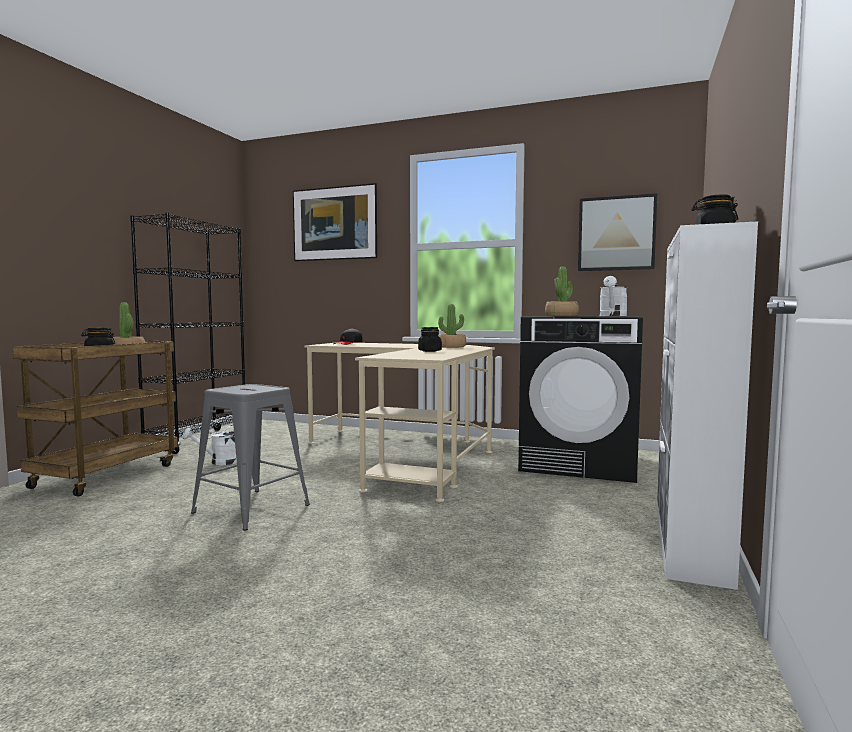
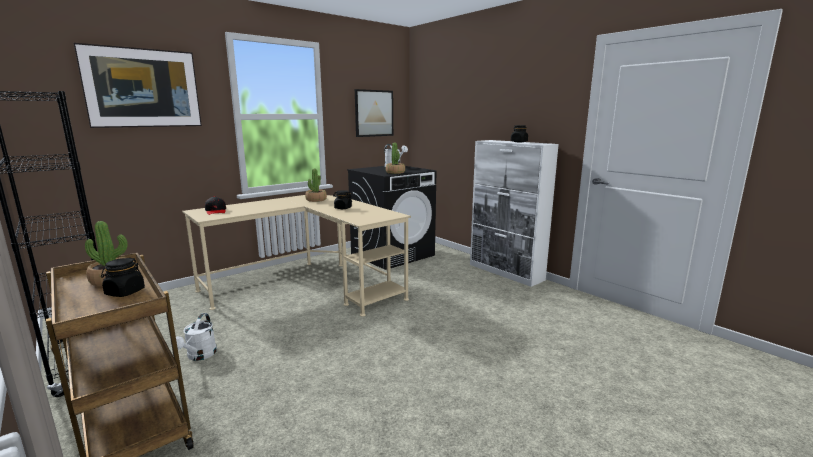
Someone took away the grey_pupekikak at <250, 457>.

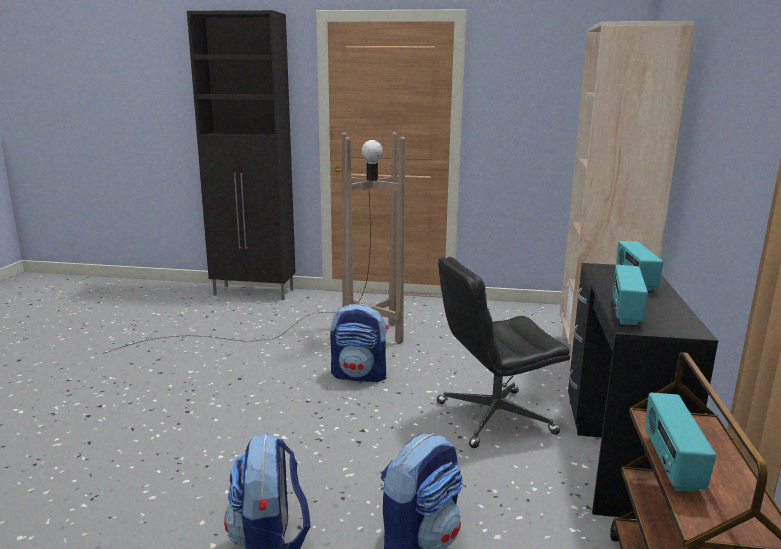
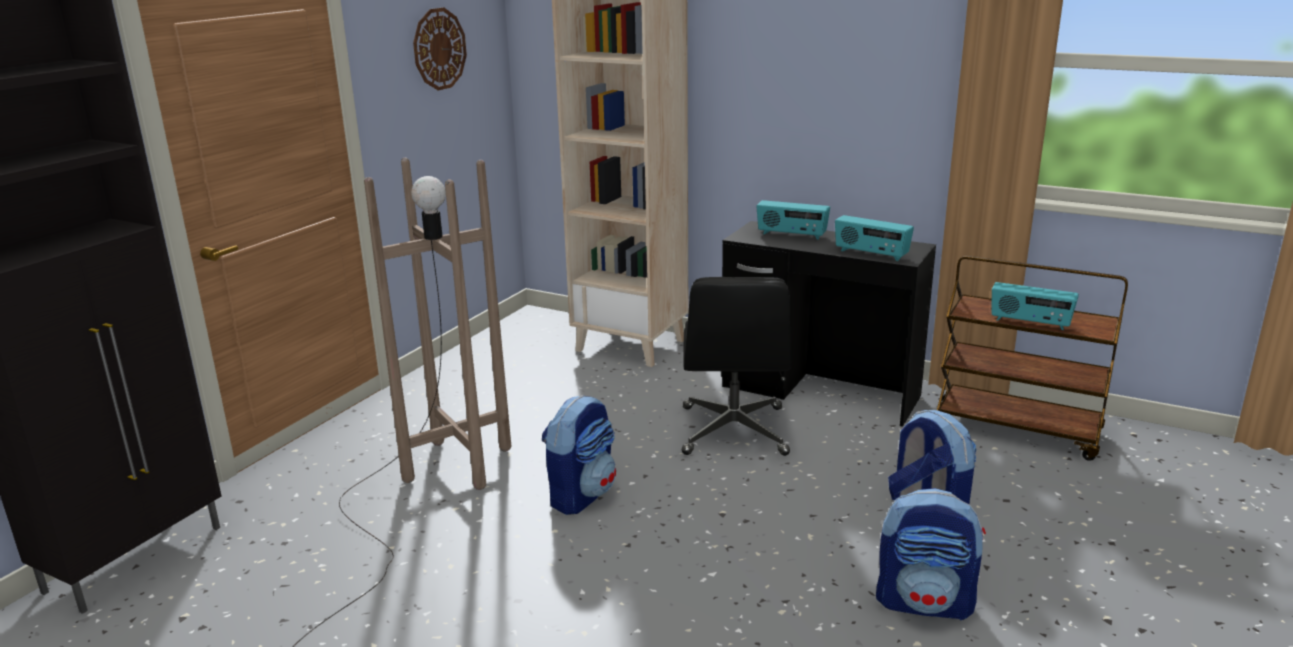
Someone put up the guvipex at <440, 48>.

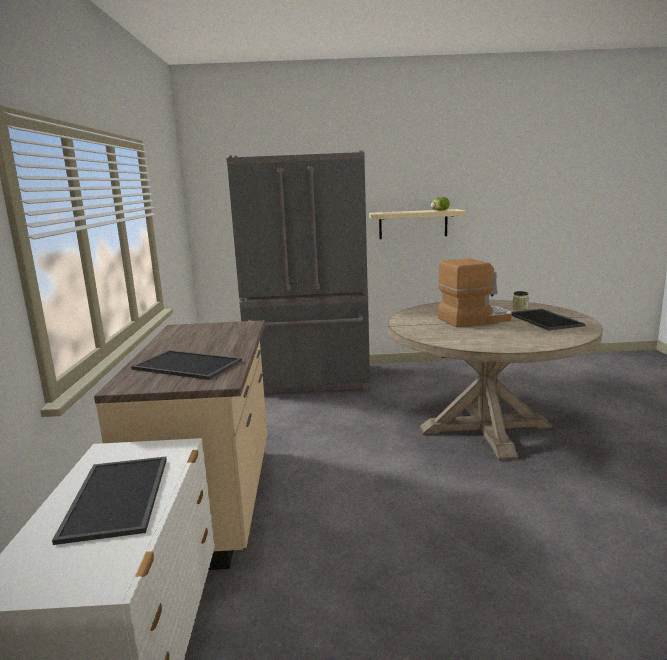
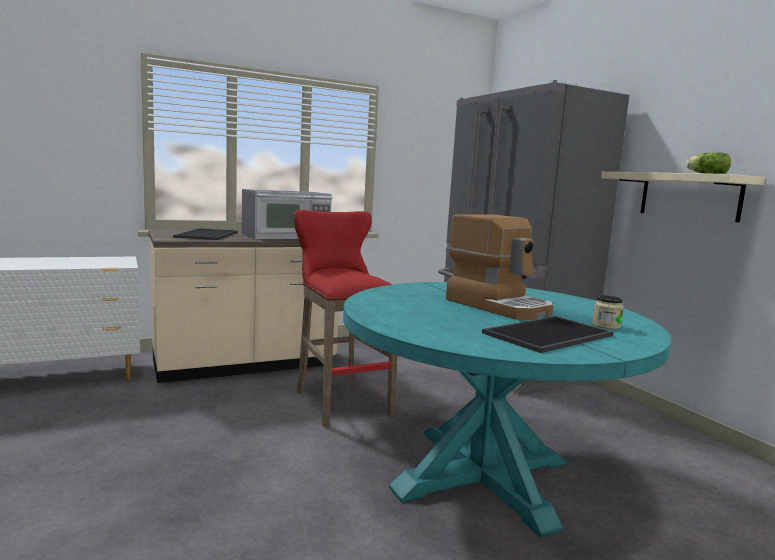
Someone repainted the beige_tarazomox at <495, 380>, which became the turquoise_tarazomox at <507, 410>.
Someone took away the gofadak at <109, 500>.
Someone put down the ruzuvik at <287, 214>.
Someone put down the red_pupekikak at <345, 319>.

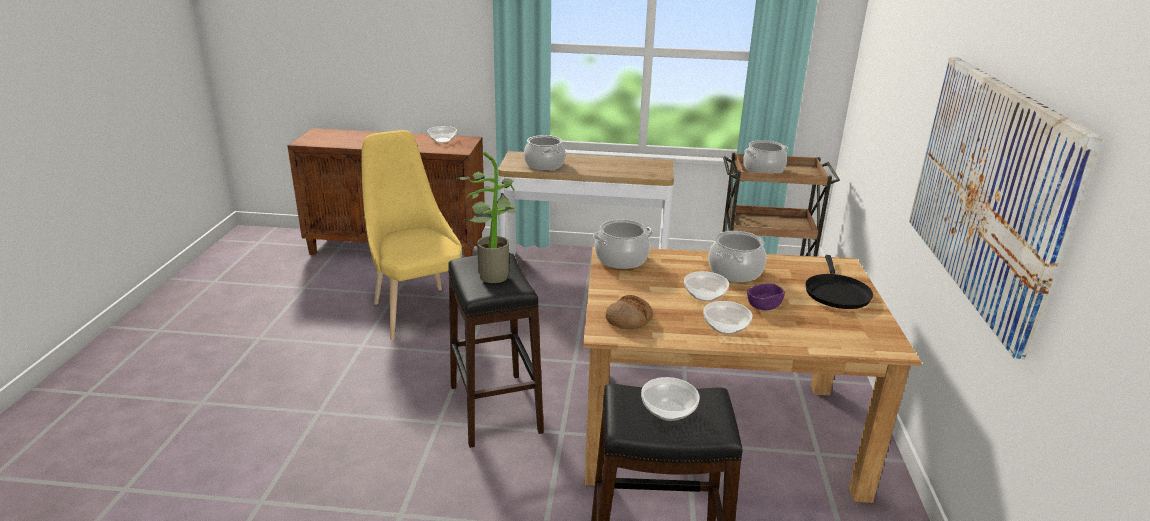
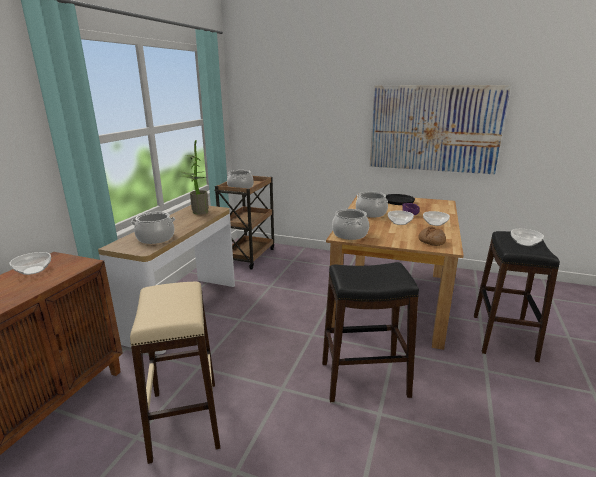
Someone swapped the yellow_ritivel at <411, 235> for the beige_pupekikak at <175, 373>.
Someone carried the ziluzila from <487, 217> to <194, 177>.

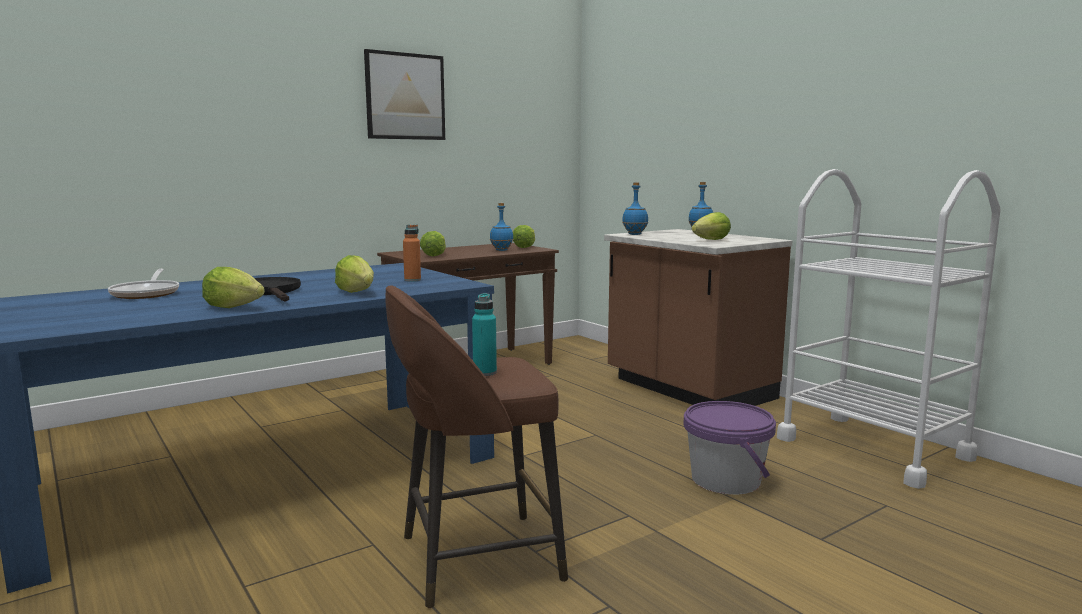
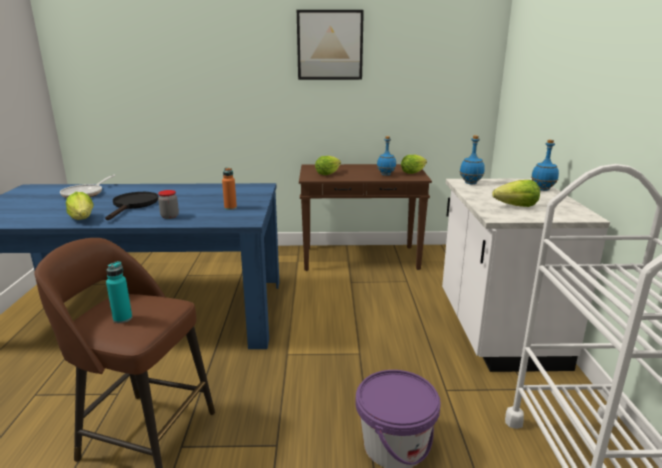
Someone repainted the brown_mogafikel at <698, 317>, which became the white_mogafikel at <526, 275>.
Someone swapped the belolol at <354, 274> for the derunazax at <168, 204>.

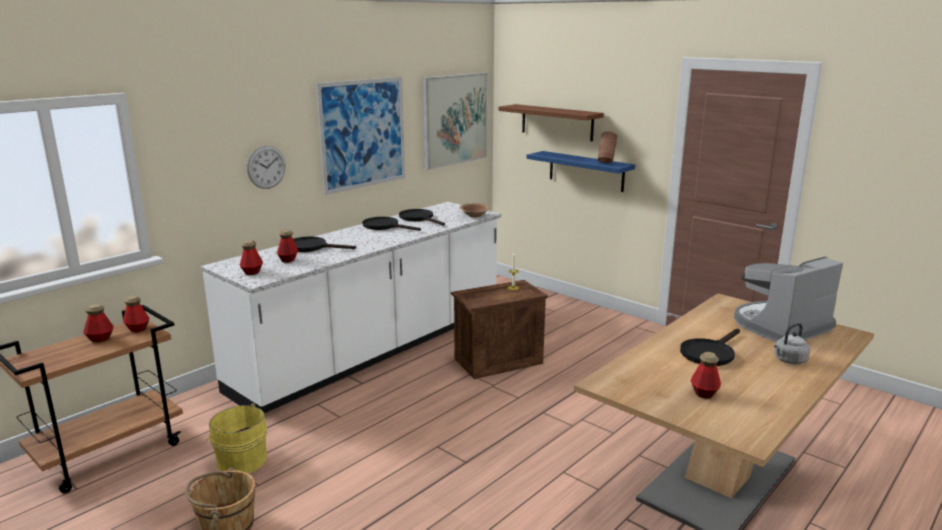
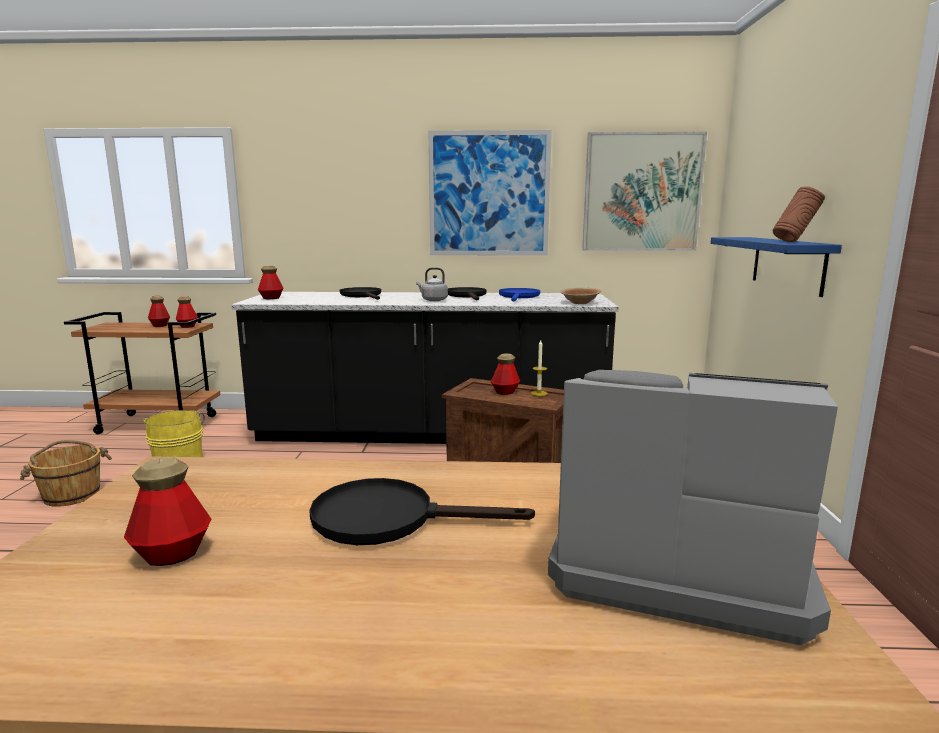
Someone took away the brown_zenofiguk at <551, 122>.
Someone took away the guvipex at <266, 167>.
Someone repainted the white_mogafikel at <351, 307>, which became the black_mogafikel at <425, 368>.
Someone repainted the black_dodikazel at <422, 217>, which became the blue_dodikazel at <519, 295>.
Someone carried the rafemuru from <287, 246> to <505, 374>.
Someone carried the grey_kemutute from <792, 343> to <432, 284>.

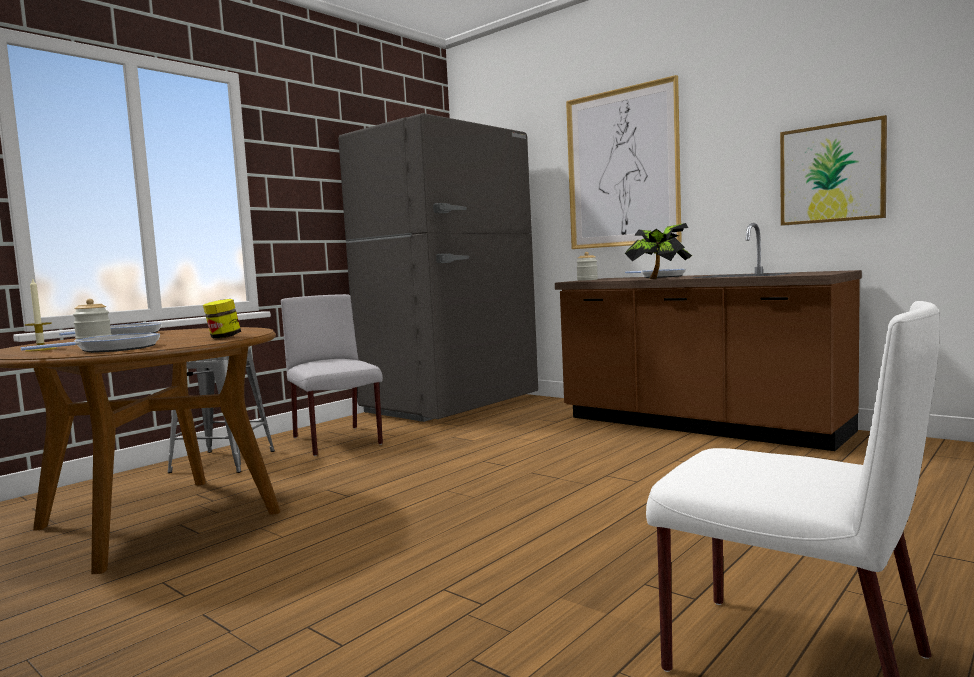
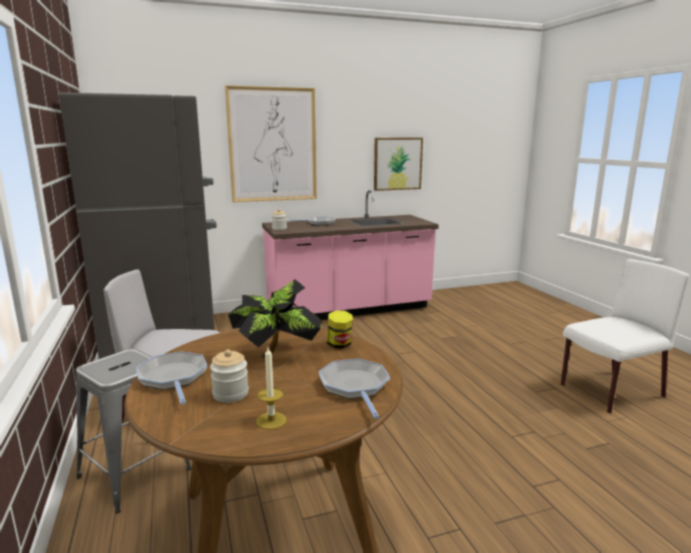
Someone repainted the brown_mogafikel at <708, 337>, which became the pink_mogafikel at <350, 255>.
Someone carried the ziluzila from <658, 251> to <274, 318>.

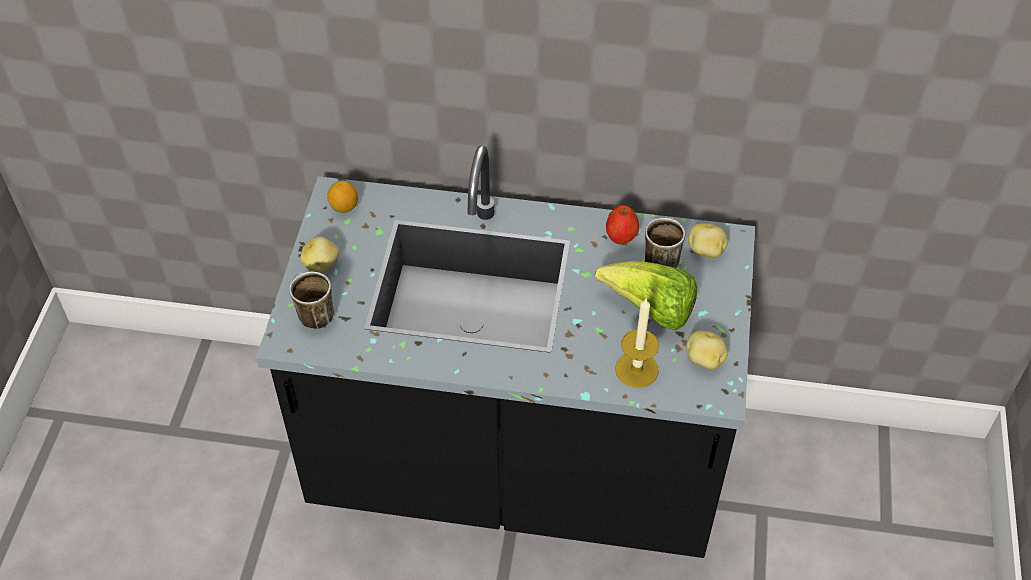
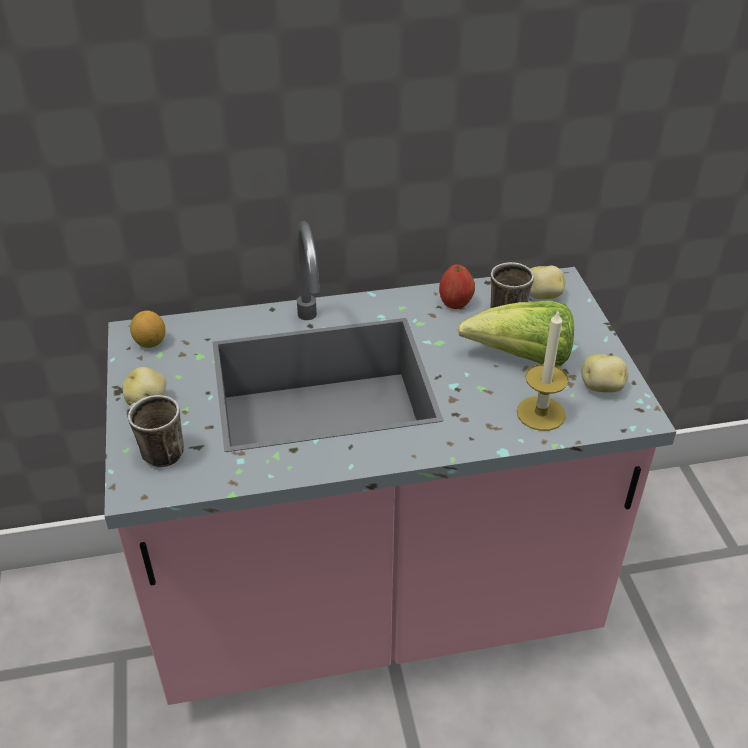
Someone repainted the black_mogafikel at <505, 351>, which became the pink_mogafikel at <390, 463>.

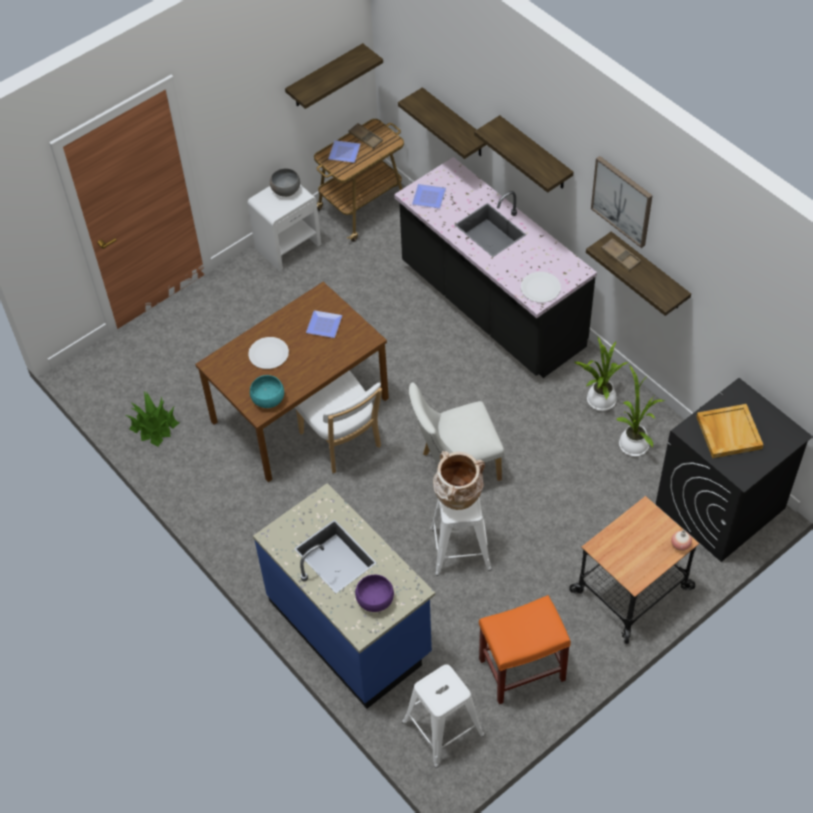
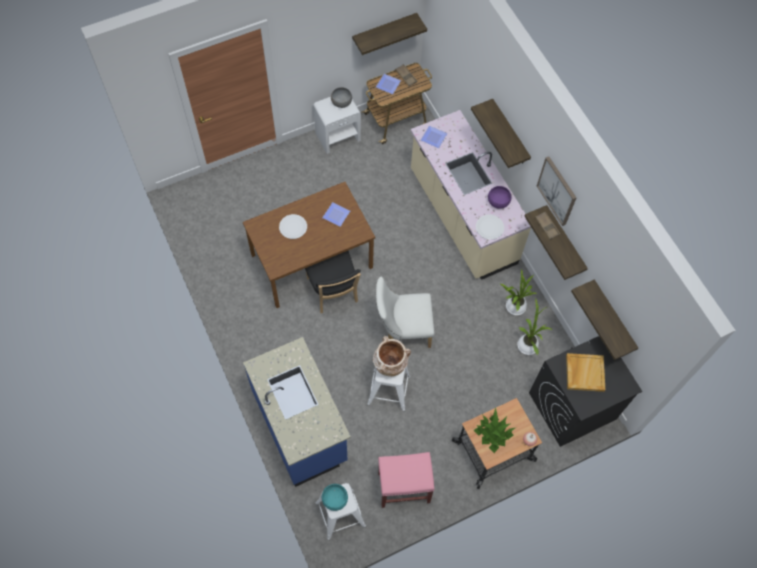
Someone carried the zenofiguk from <442, 123> to <604, 320>.
Someone repainted the black_mogafikel at <495, 267>, which became the beige_mogafikel at <471, 195>.
Someone repainted the white_ritivel at <338, 421>, which became the black_ritivel at <333, 282>.
Someone carried the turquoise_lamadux from <267, 391> to <335, 497>.
Someone carried the ziluzila from <152, 419> to <494, 430>.
Someone carried the purple_lamadux from <374, 593> to <499, 197>.
Someone repainted the orange_pupekikak at <525, 649>, which became the pink_pupekikak at <406, 480>.

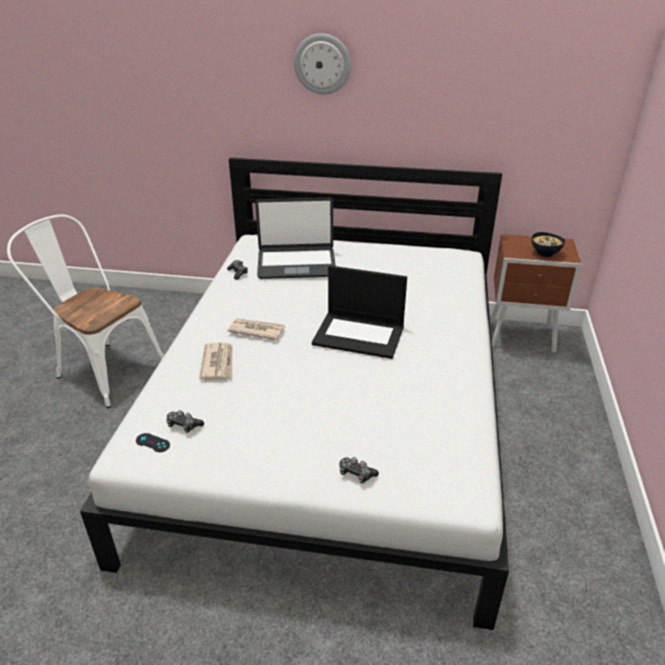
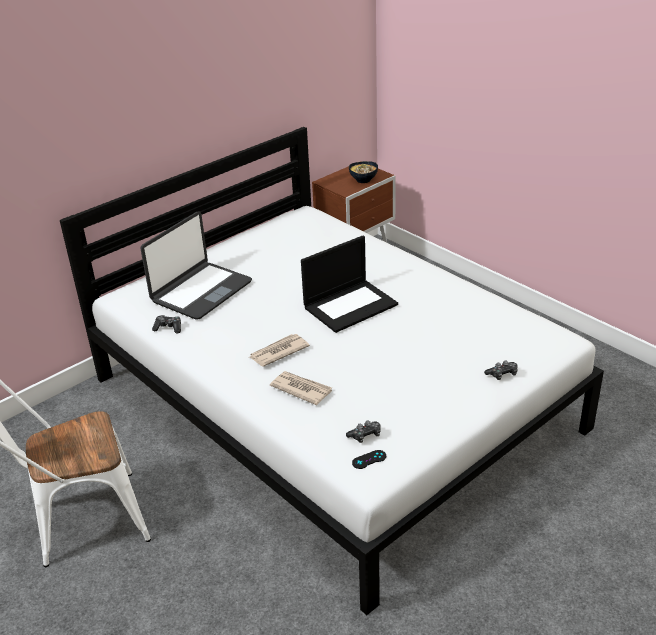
Someone took away the guvipex at <322, 64>.

